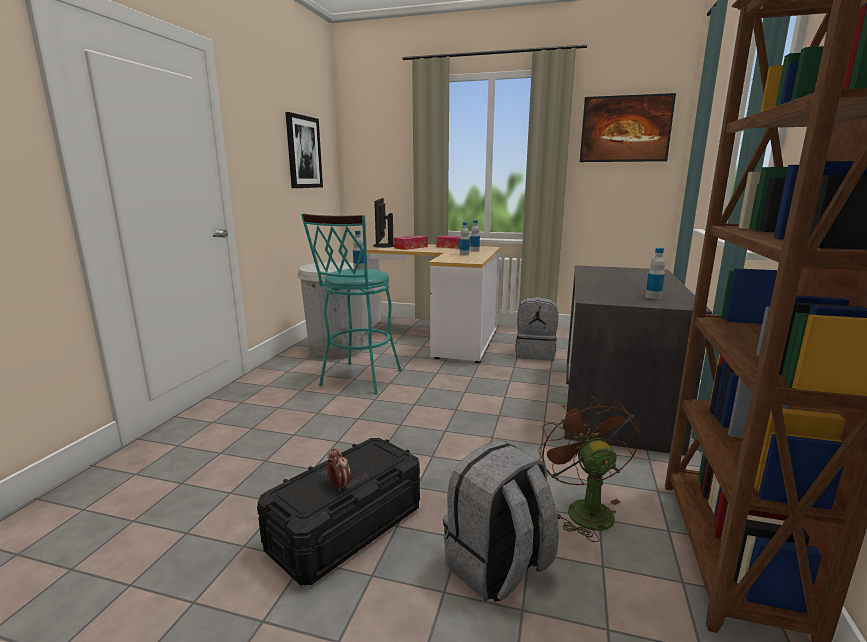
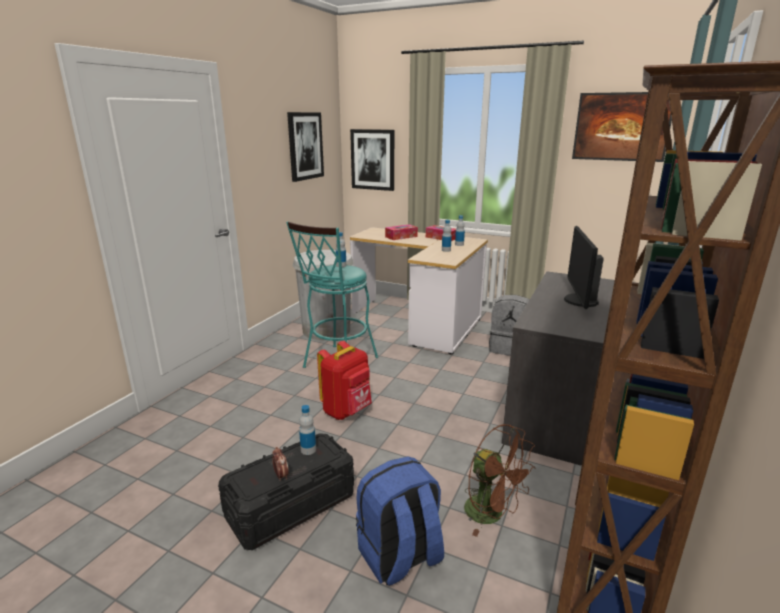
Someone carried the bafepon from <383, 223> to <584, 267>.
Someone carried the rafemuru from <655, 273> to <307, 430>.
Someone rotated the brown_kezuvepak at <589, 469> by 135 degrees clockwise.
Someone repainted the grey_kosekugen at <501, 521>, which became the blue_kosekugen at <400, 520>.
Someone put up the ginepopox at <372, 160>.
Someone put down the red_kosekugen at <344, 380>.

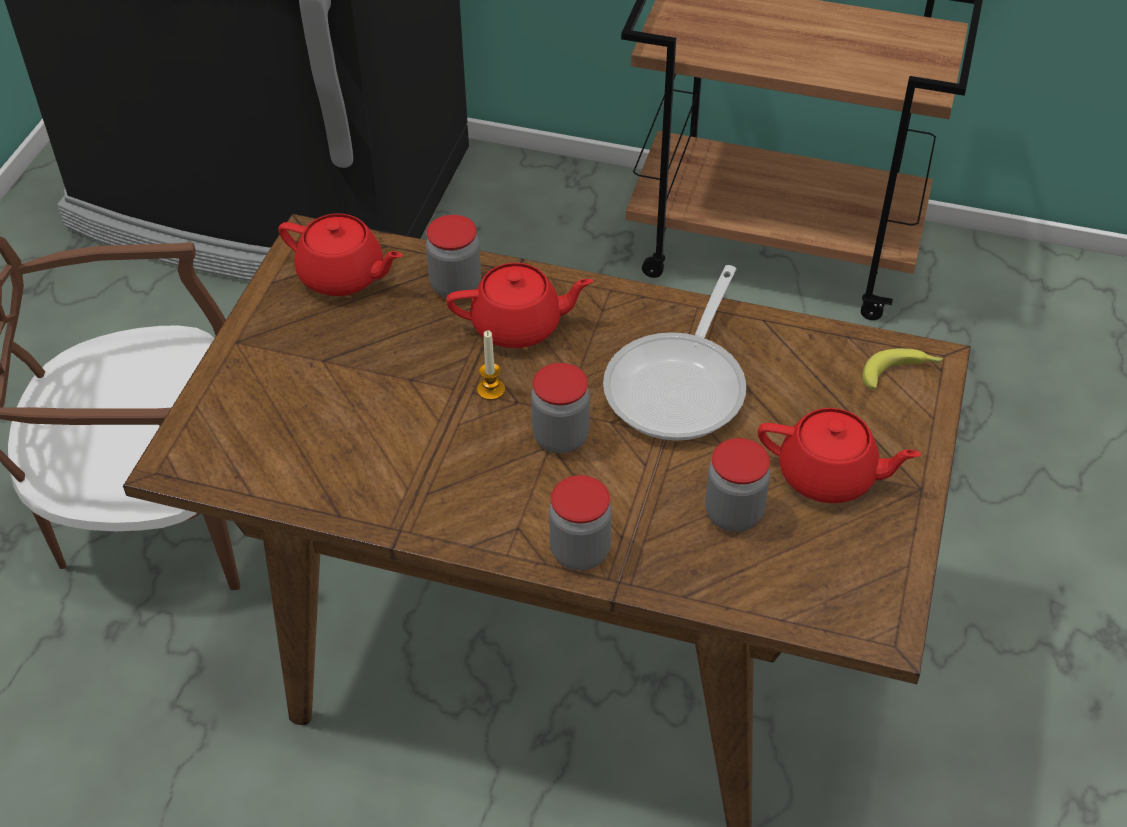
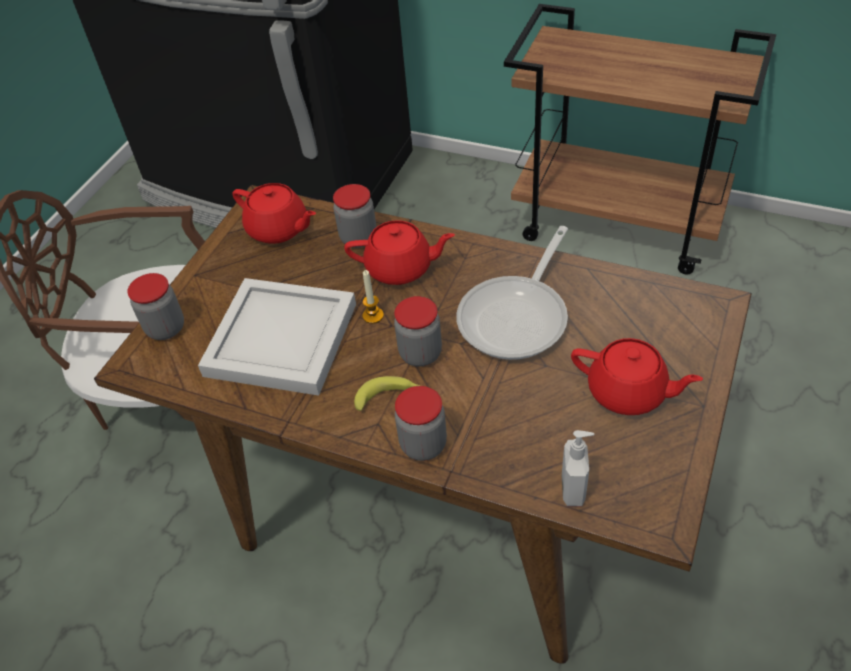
Someone carried the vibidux from <902, 368> to <388, 393>.
Someone carried the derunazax from <737, 485> to <155, 306>.
Someone put down the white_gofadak at <277, 337>.
Someone put down the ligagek at <578, 468>.

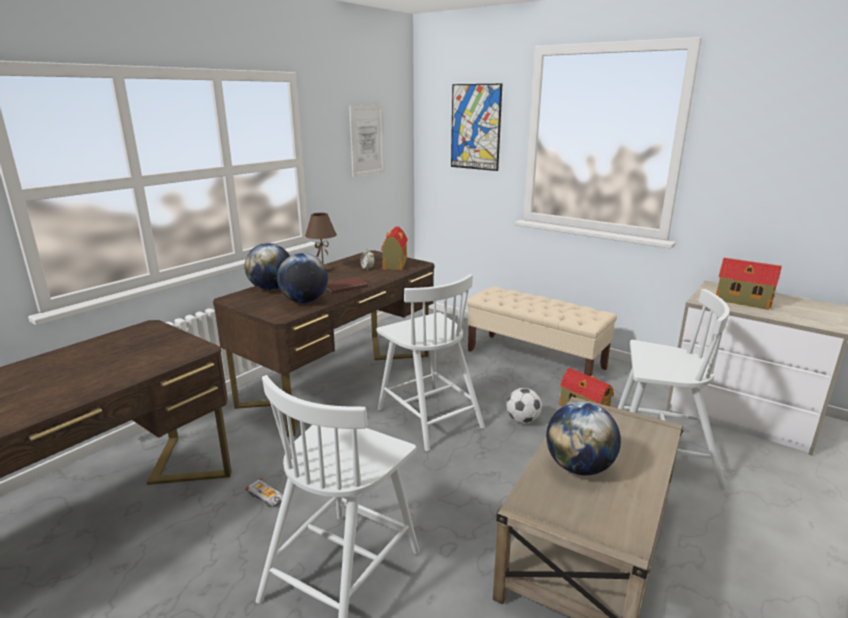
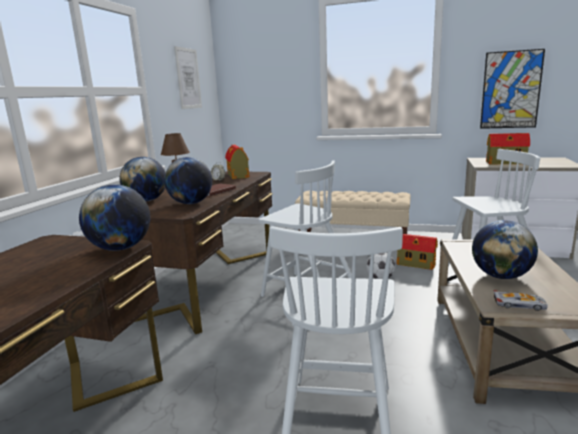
Someone carried the ginepopox from <476, 127> to <512, 89>.
Someone carried the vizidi from <264, 493> to <520, 300>.
Someone put down the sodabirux at <114, 217>.

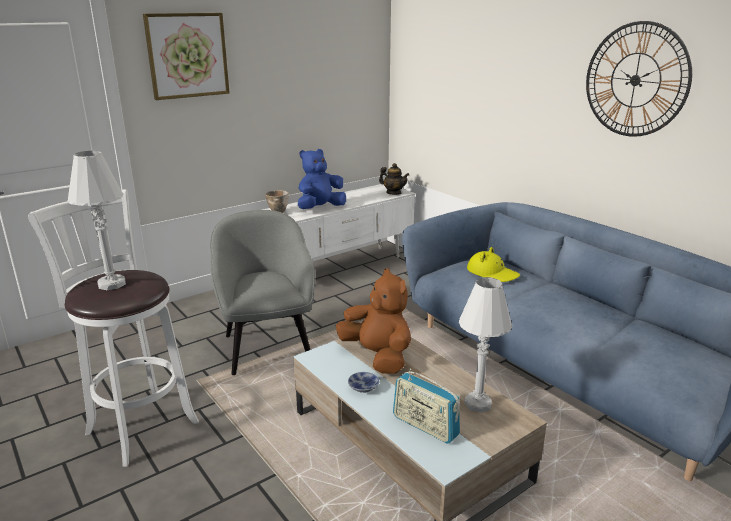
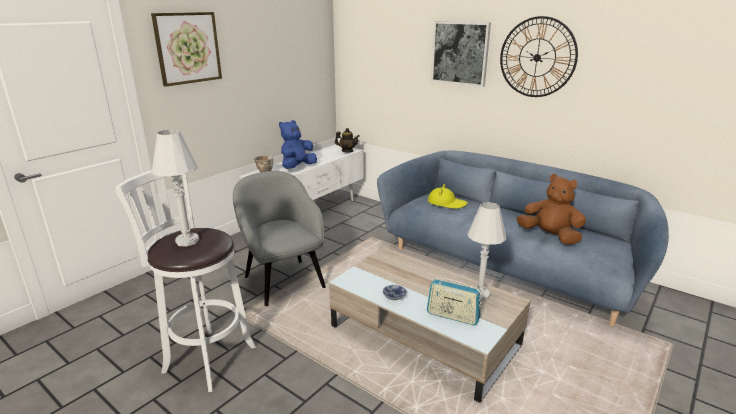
Someone carried the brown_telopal from <373, 321> to <551, 209>.
Someone put up the ginepopox at <461, 54>.

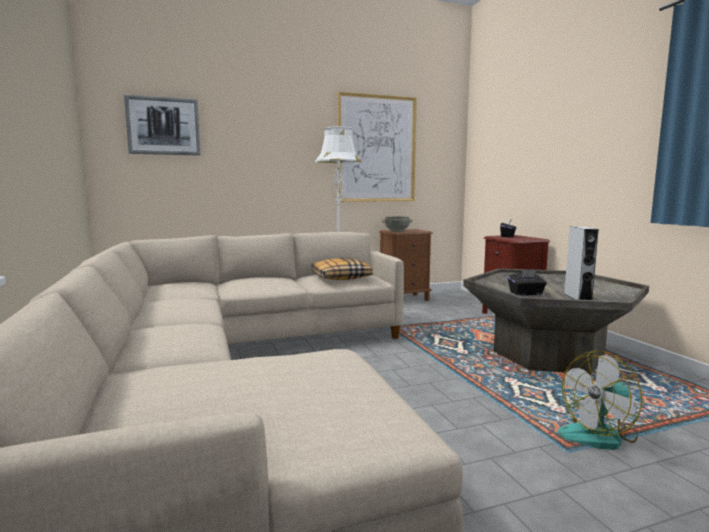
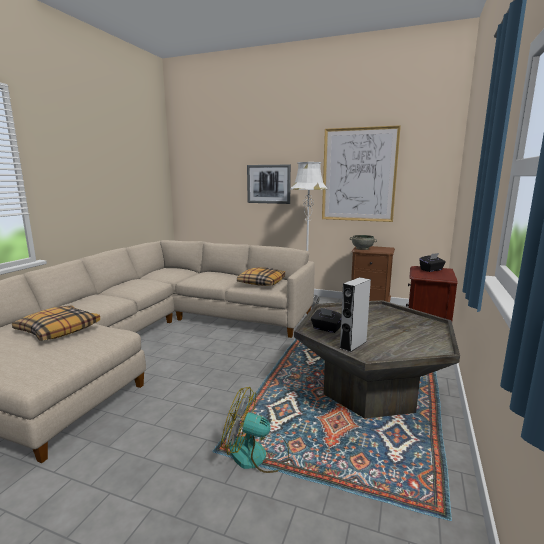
Someone carried the ginepopox from <162, 125> to <269, 184>.
Someone put down the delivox at <56, 323>.

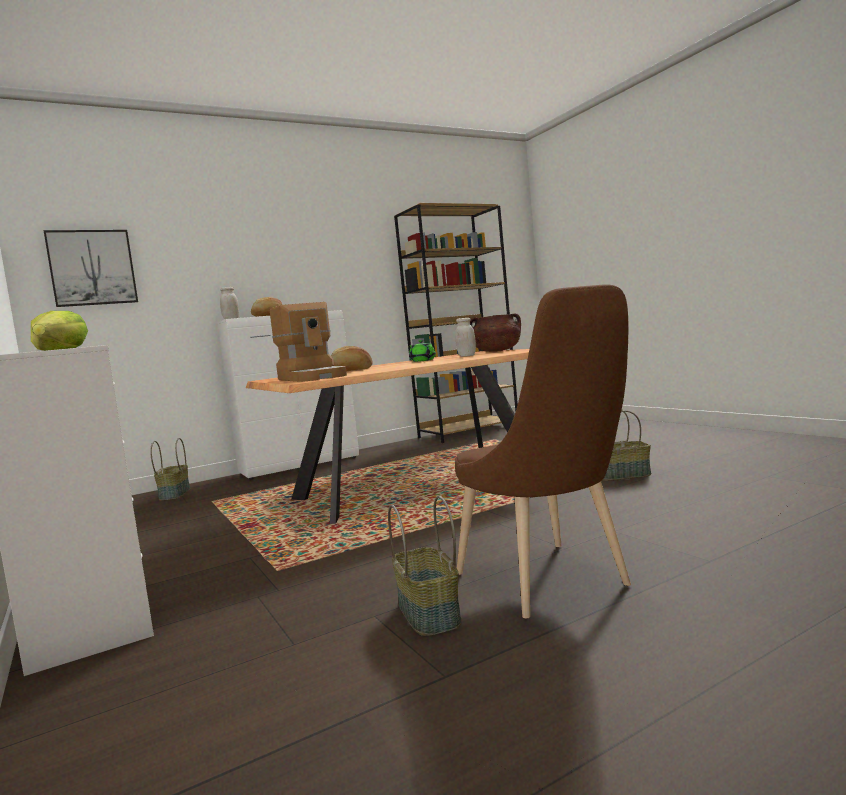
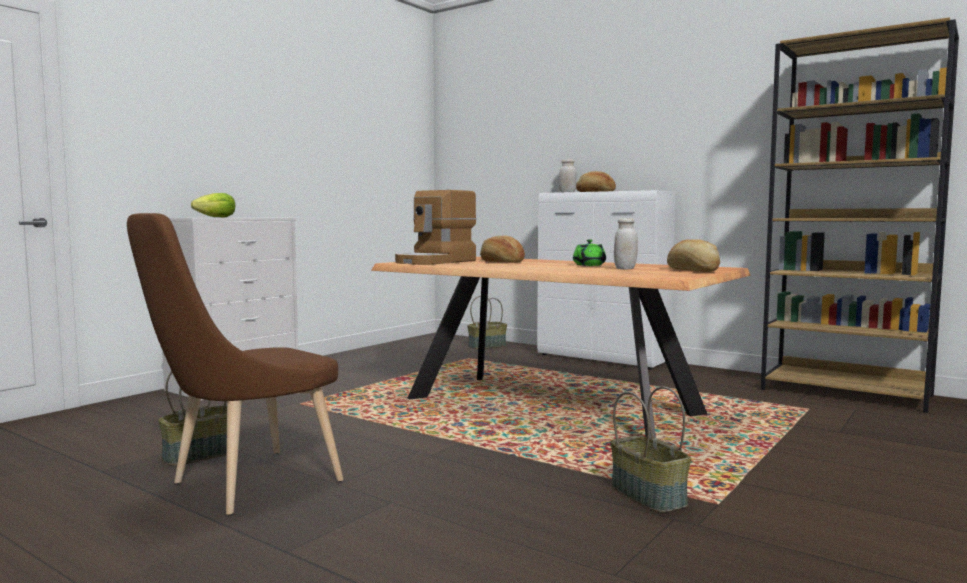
Someone took away the ginepopox at <90, 268>.
Someone swapped the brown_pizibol at <495, 332> for the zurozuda at <693, 255>.

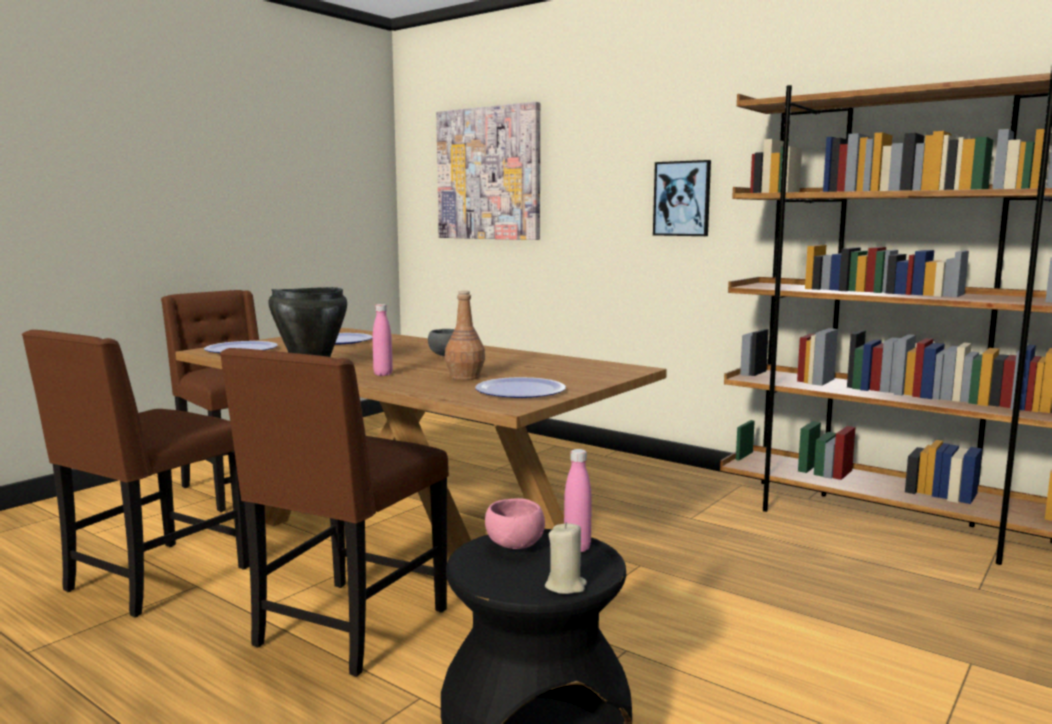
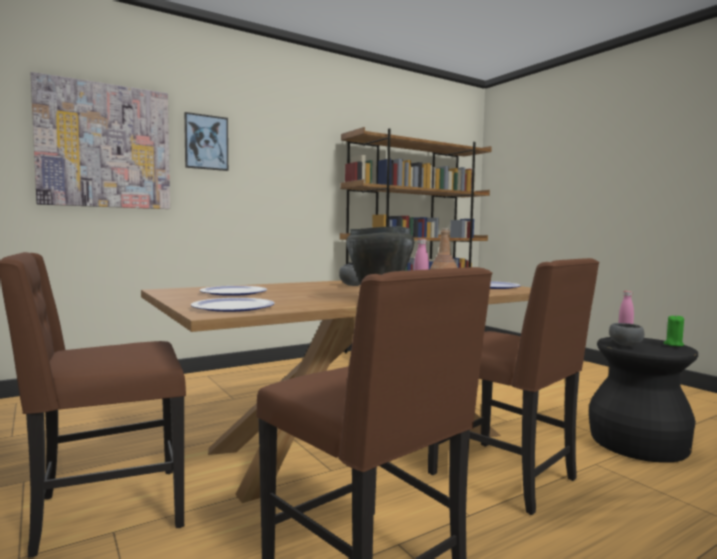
Someone carried the ginepopox from <682, 198> to <206, 141>.
Someone repainted the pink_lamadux at <515, 523>, which became the grey_lamadux at <626, 334>.
Someone repainted the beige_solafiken at <566, 558>, which became the green_solafiken at <674, 331>.

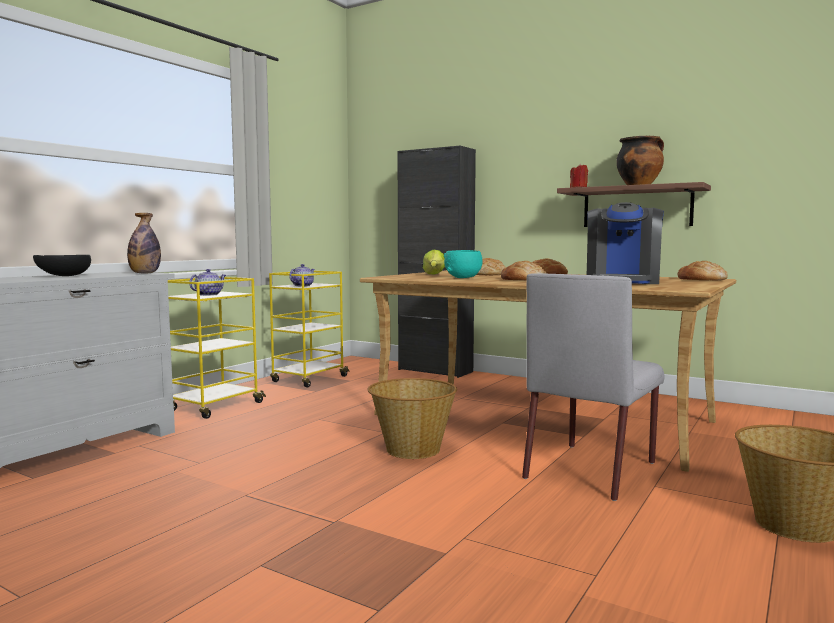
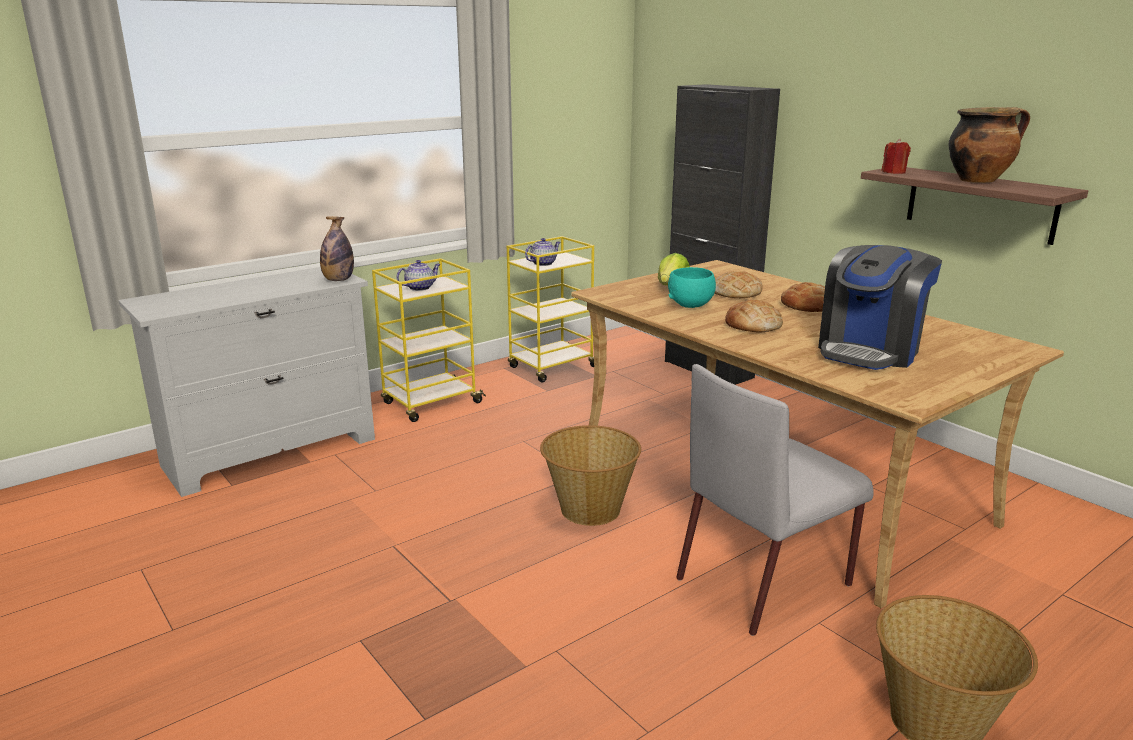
Someone took away the black_lamadux at <62, 265>.
Someone took away the zurozuda at <703, 270>.

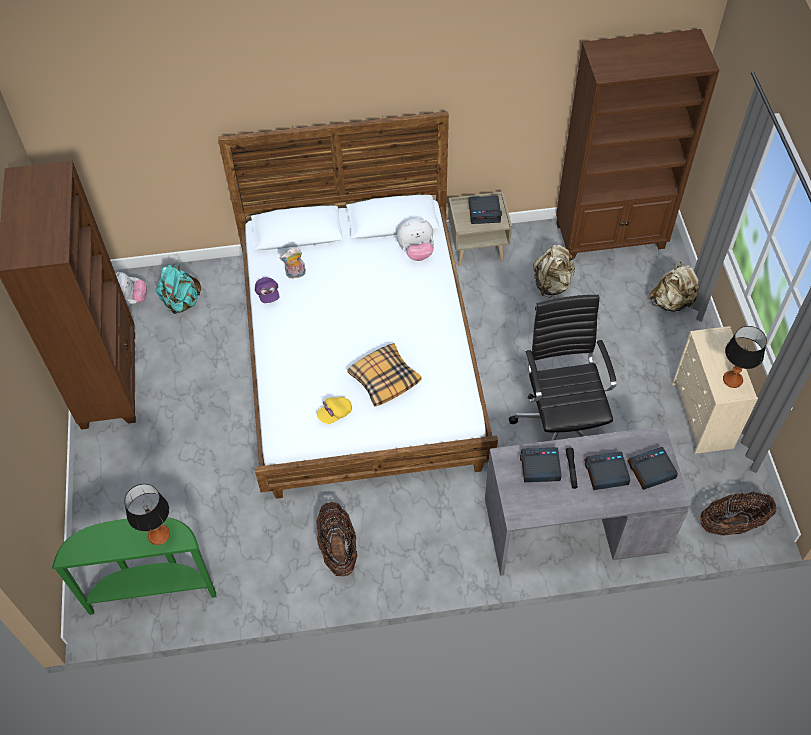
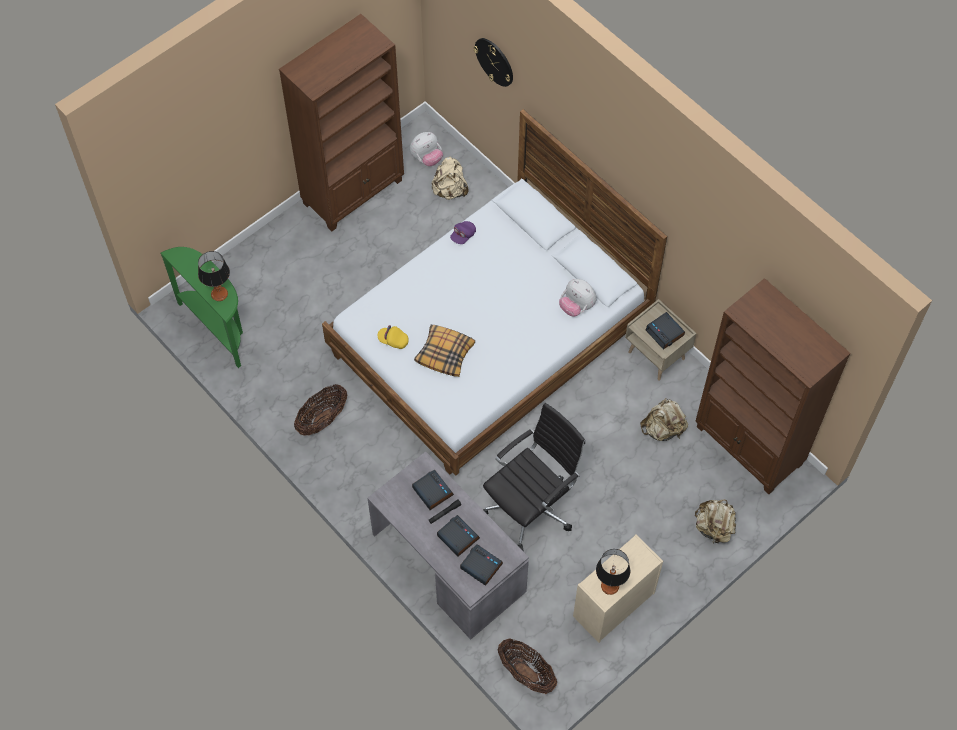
Someone took away the telopal at <293, 263>.
Someone repainted the turquoise_kosekugen at <178, 288>, which became the beige_kosekugen at <449, 178>.
Someone put up the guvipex at <493, 62>.

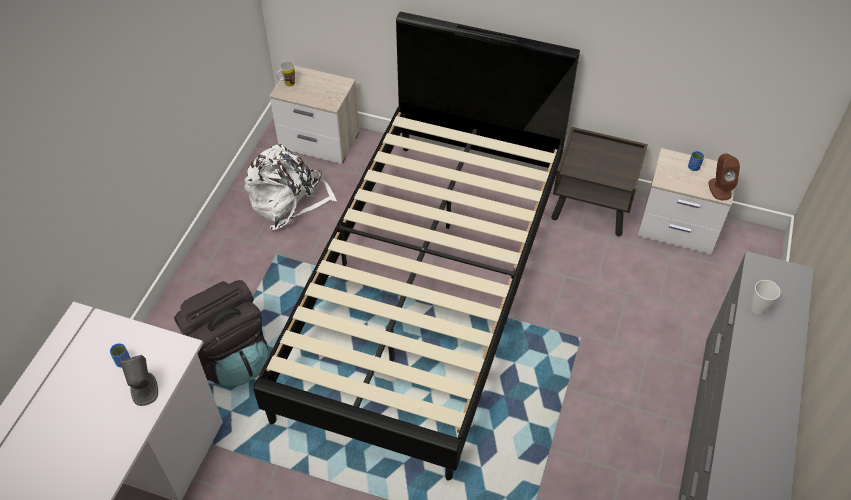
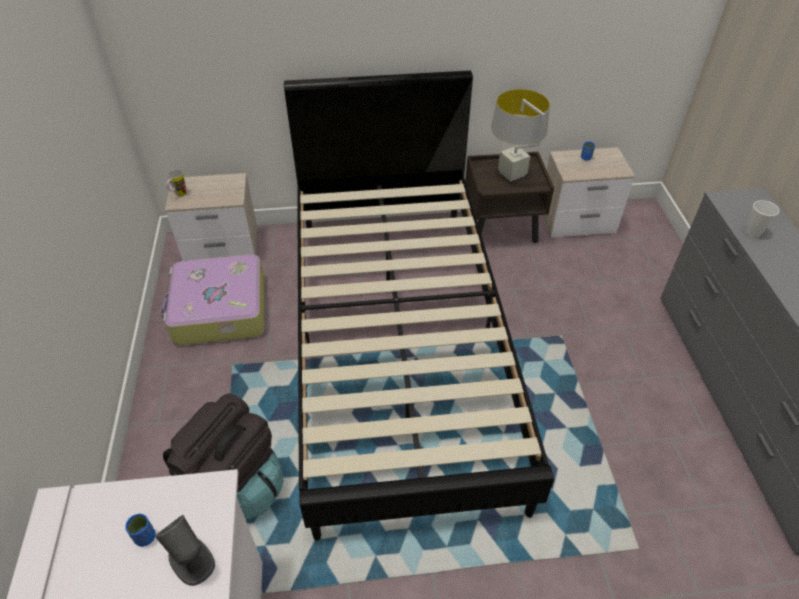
Someone swapped the white_kosekugen at <290, 187> for the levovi at <212, 299>.
Someone took away the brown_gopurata at <724, 177>.
Someone put down the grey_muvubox at <520, 135>.

